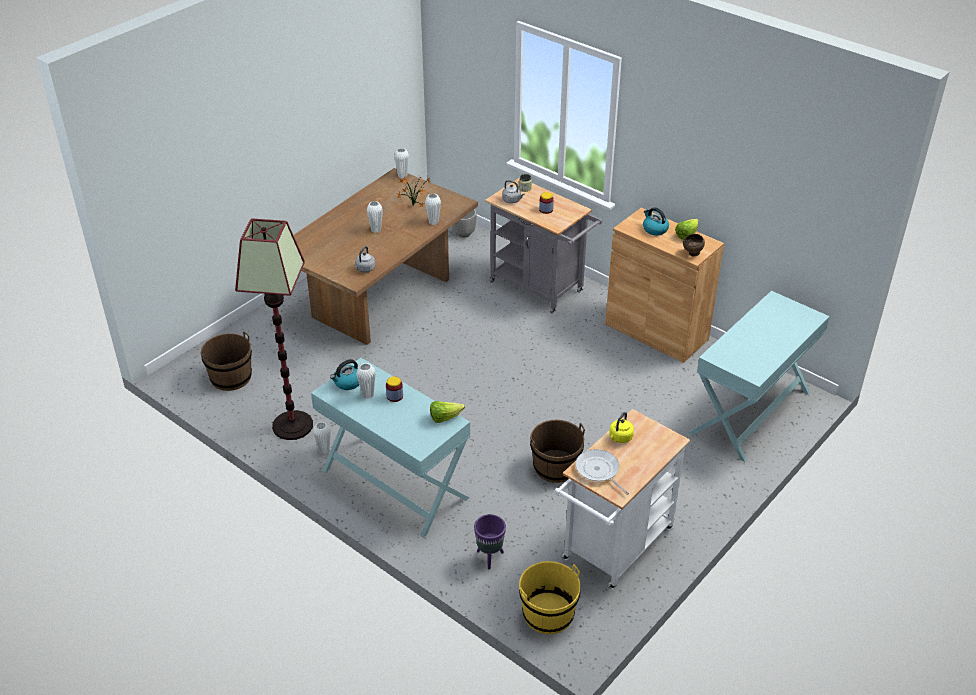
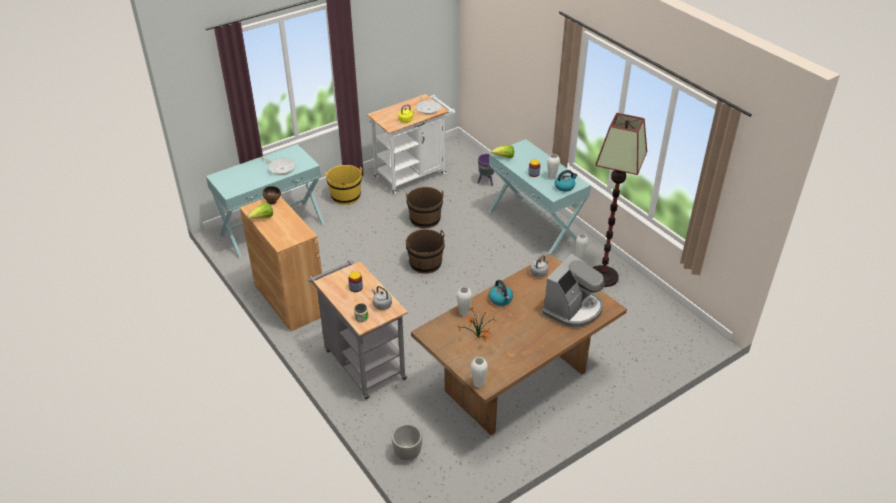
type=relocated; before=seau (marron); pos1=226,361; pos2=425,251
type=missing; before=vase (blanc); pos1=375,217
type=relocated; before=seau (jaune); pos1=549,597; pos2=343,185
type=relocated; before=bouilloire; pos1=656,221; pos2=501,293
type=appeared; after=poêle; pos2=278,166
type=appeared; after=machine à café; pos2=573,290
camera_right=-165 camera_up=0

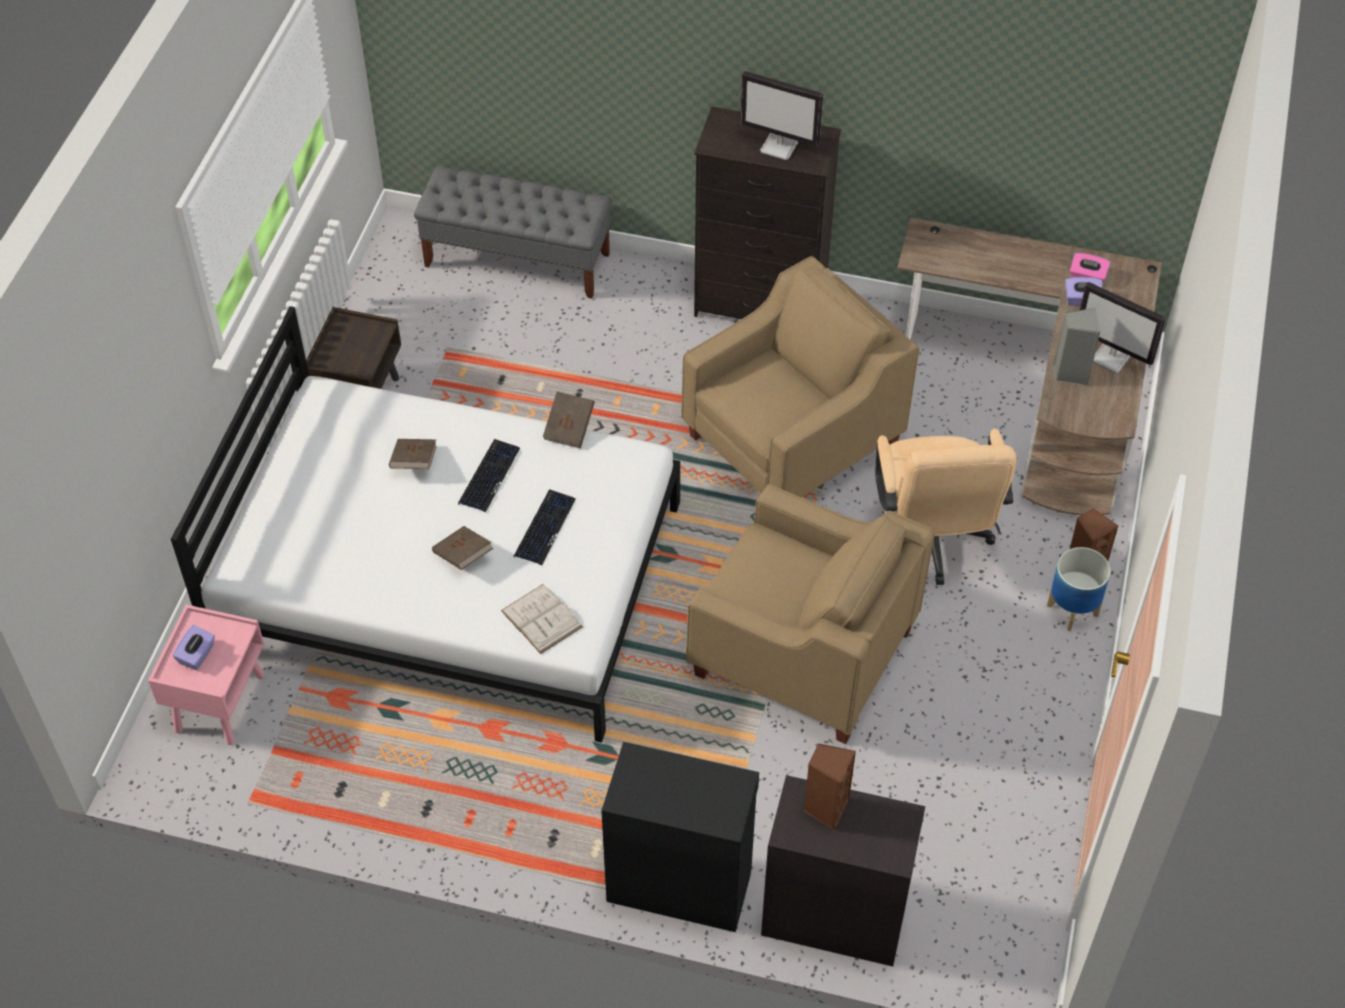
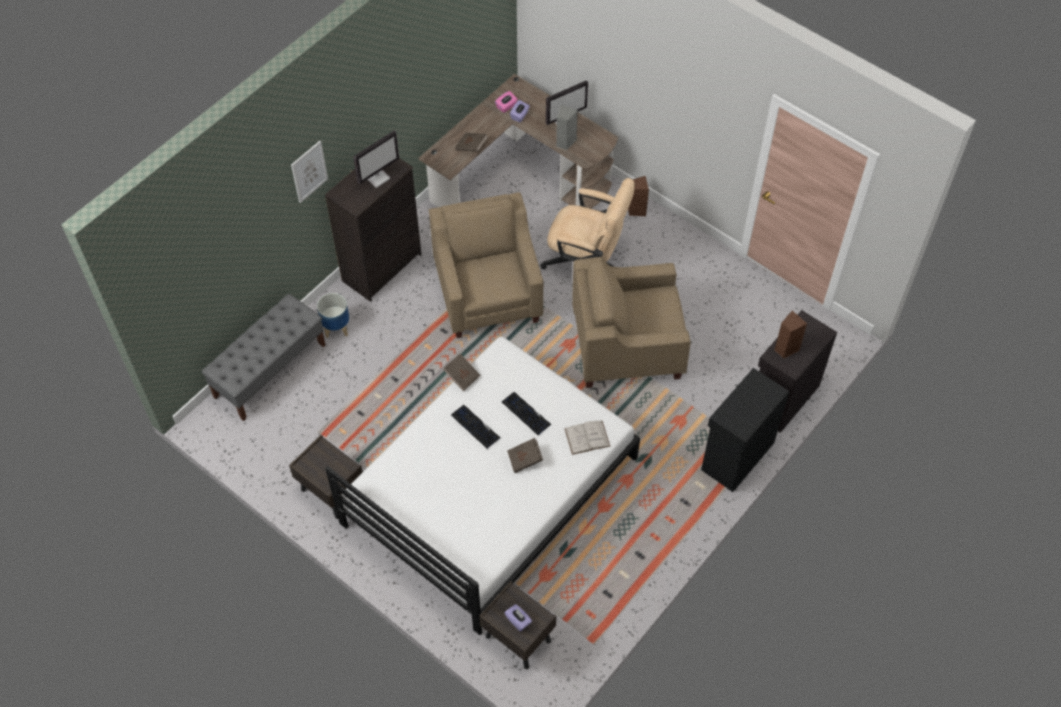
type=colour; before=table de chevet (rose); after=table de chevet (marron); pos1=206,675; pos2=518,625
type=relocated; before=livre (marron); pos1=413,454; pos2=471,142
type=spun; before=fauteuil (beige); pos1=810,614; pos2=631,322; turn=-150
type=relocated; before=cache-pot; pos1=1079,589; pos2=333,315
type=appeared; after=tableau; pos2=309,172
camera_right=-65 camera_up=5

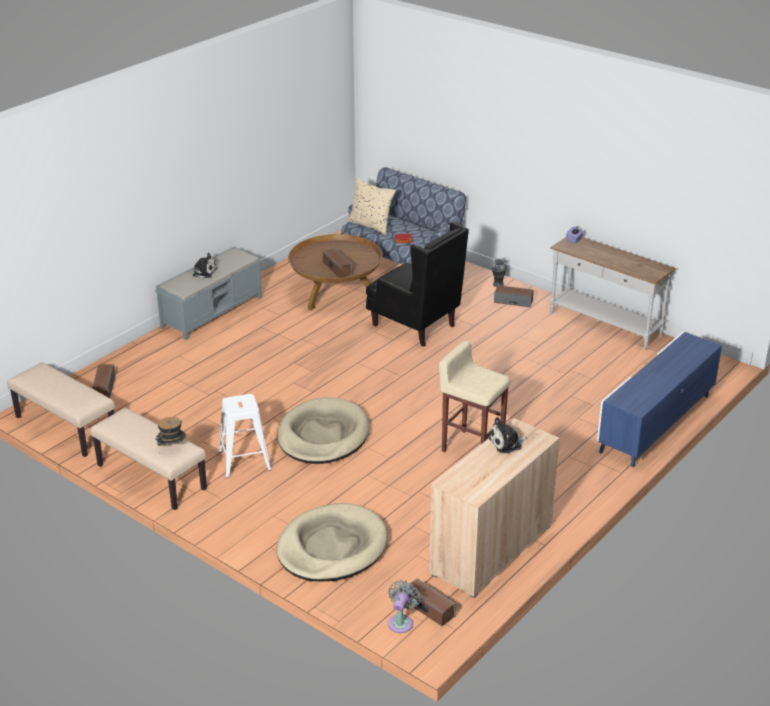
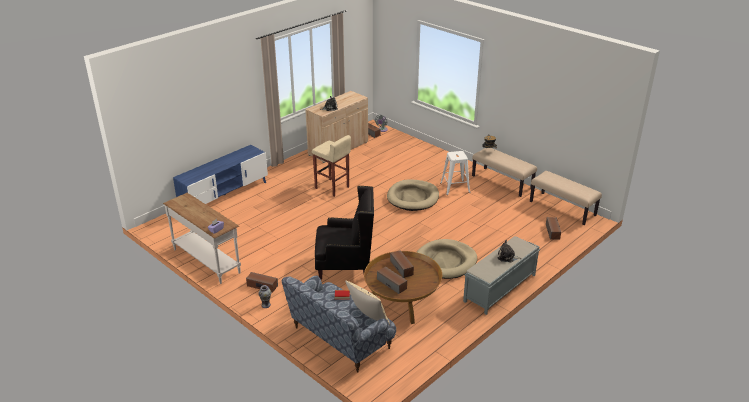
type=relocated; before=panier pour chien (beige); pos1=332,542; pos2=447,259
type=spun; before=fauteuil (noir); pos1=417,284; pos2=344,233; turn=135
type=appeared; after=enceinte; pos2=392,280
camera_right=-175 camera_up=0

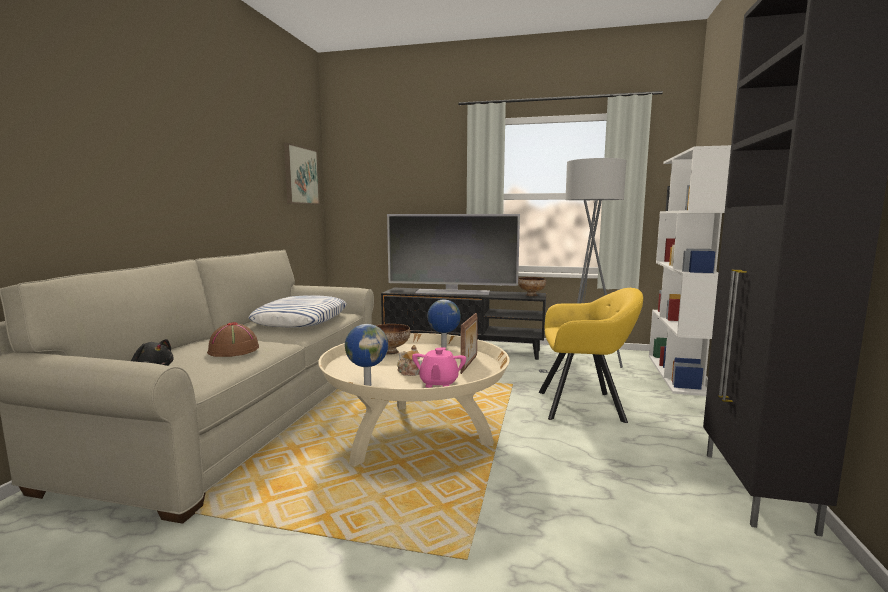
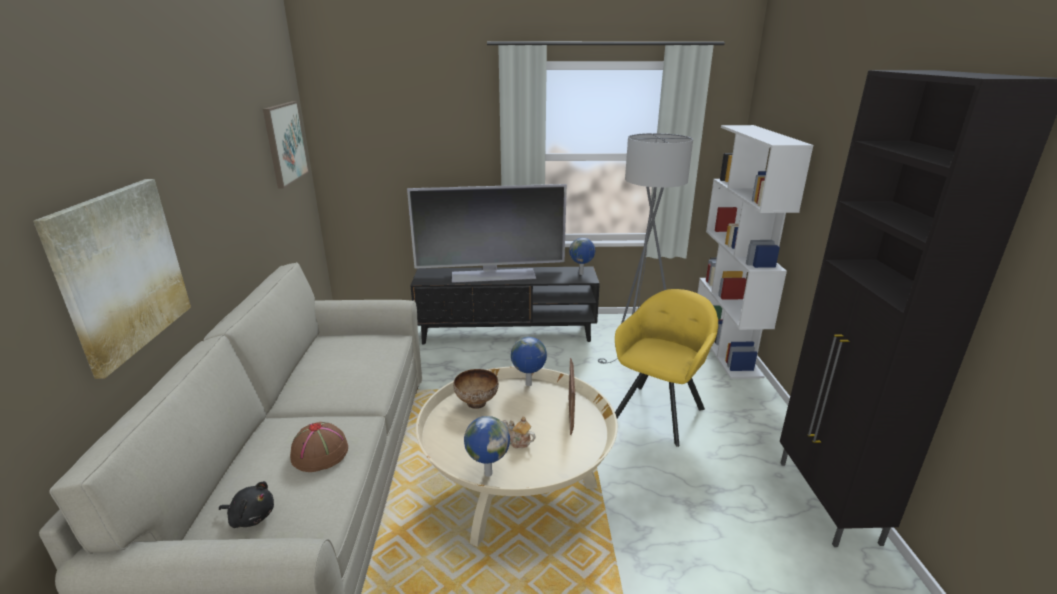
type=missing; before=coussin; pos1=298,311
type=missing; before=théière (rose); pos1=439,367
type=exchanged; before=bol; after=globe; pos1=532,286; pos2=582,256
type=spun; before=fauteuil (jaune); pos1=591,355; pos2=666,368; turn=-45
type=appeared; after=tableau; pos2=112,279
camera_right=-15 camera_up=15

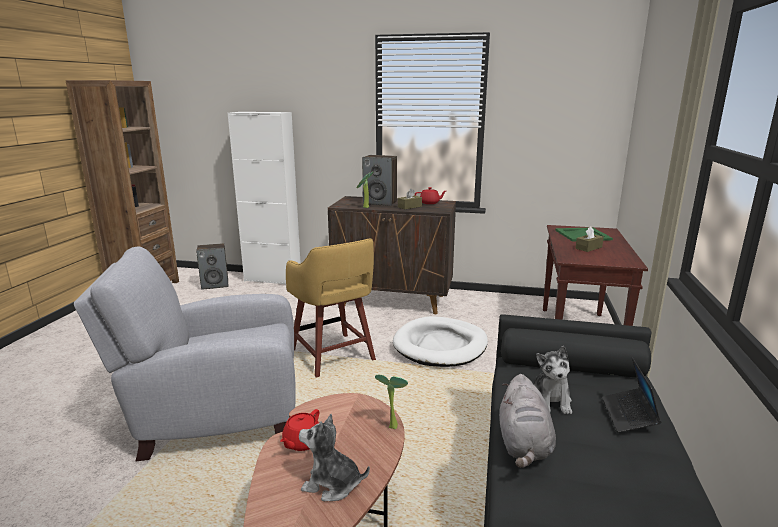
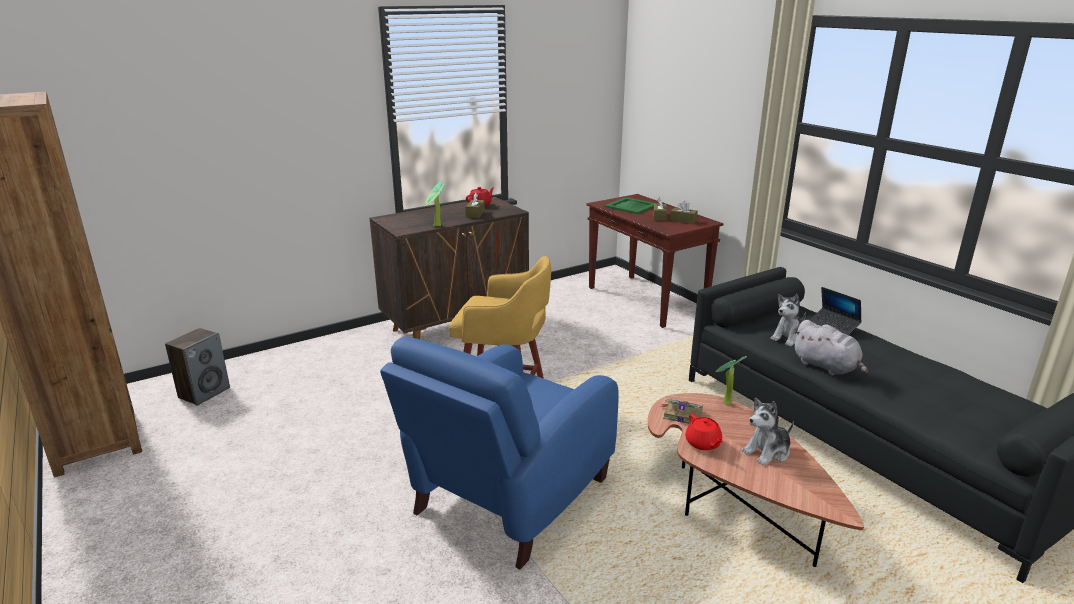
type=colour; before=fauteuil (gris); after=fauteuil (bleu); pos1=185,354; pos2=499,453
type=missing; before=meuble de rangement (blanc); pos1=264,198
type=missing; before=enceinte; pos1=379,180
type=missing; before=panier pour chien (blanc); pos1=440,341
type=spun; before=peluche; pos1=553,380; pos2=788,320; turn=90
type=appeared; after=livre; pos2=682,411
type=appeared; after=boîte à mouchoirs (marron); pos2=684,212
camera_right=-45 camera_up=5

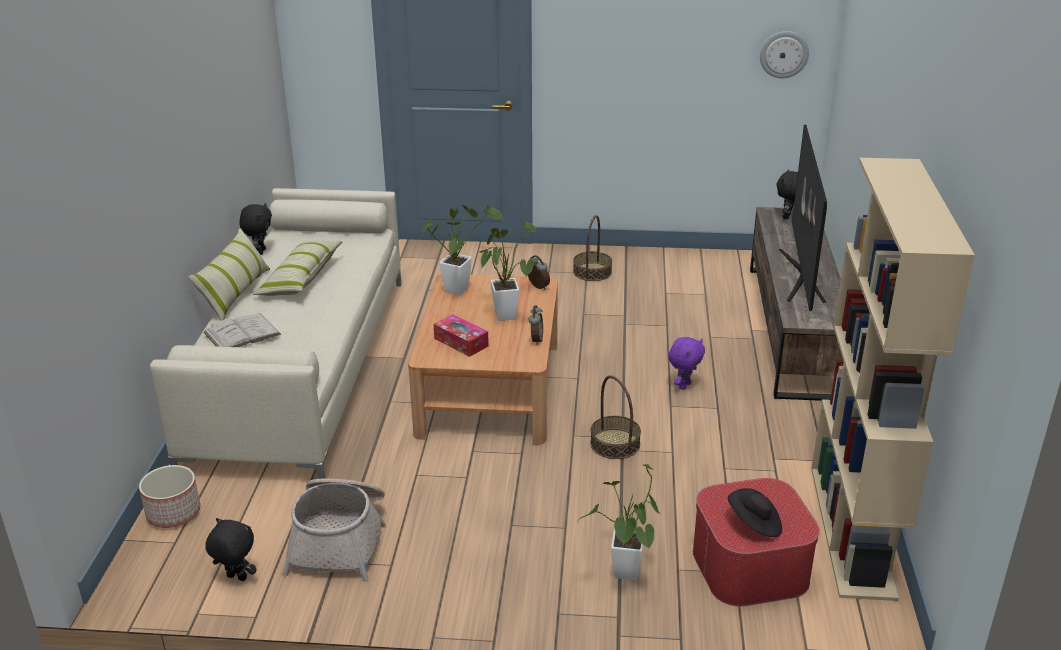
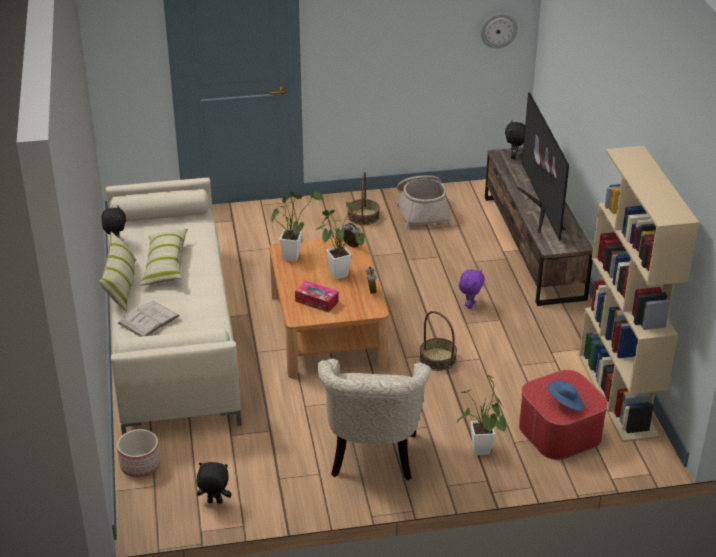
type=relocated; before=panier; pos1=334,529; pos2=424,202
type=colour; before=chapeau (noir); after=chapeau (bleu); pos1=755,512; pos2=565,395
type=appeared; after=fauteuil (beige); pos2=374,419
camera_right=-15 camera_up=5

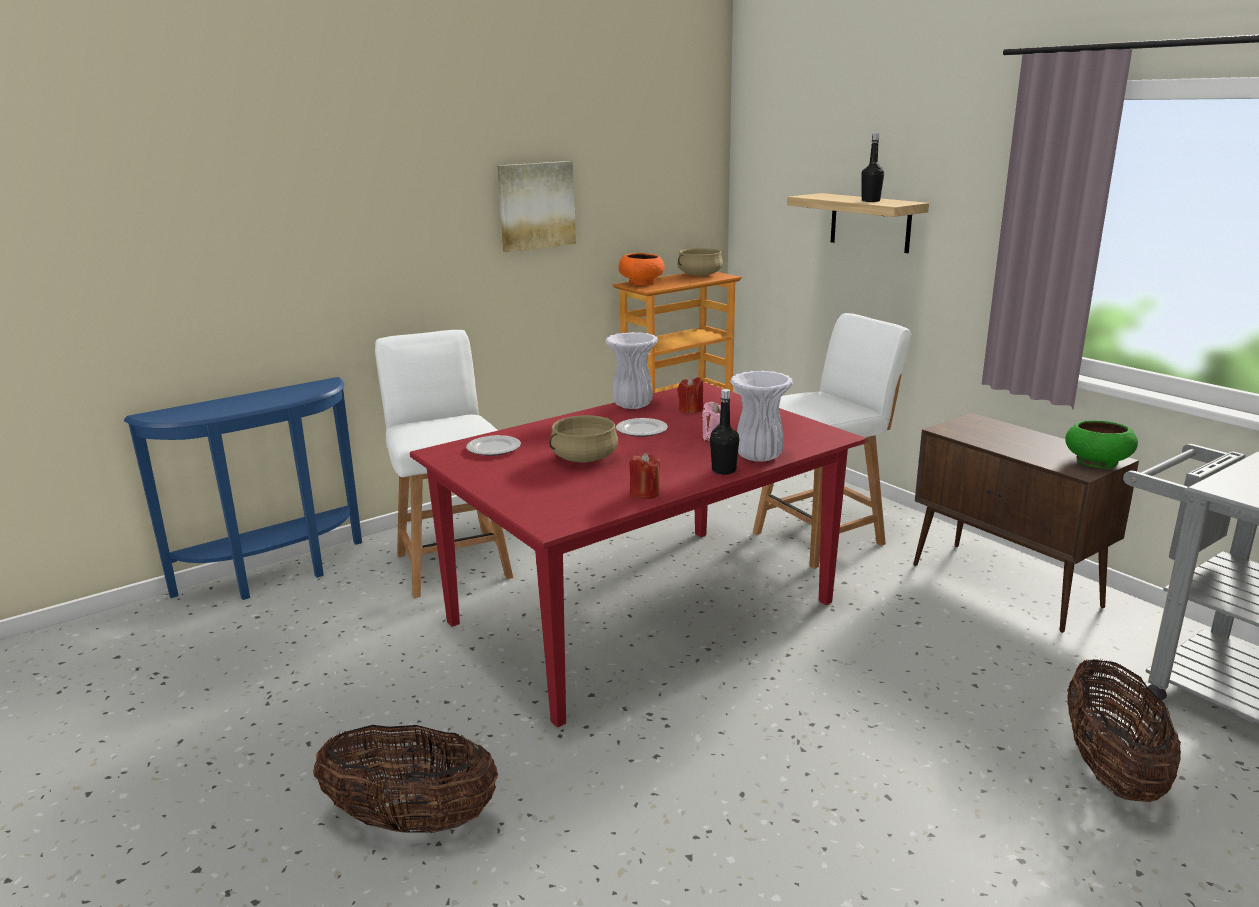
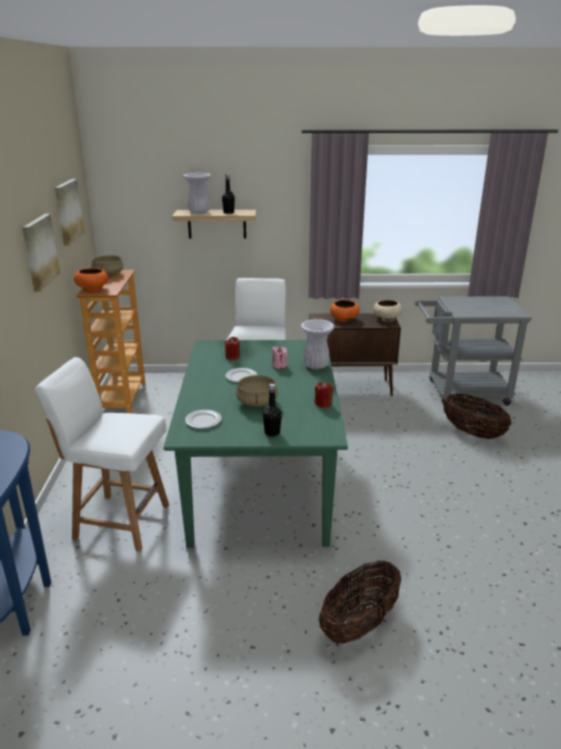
type=colour; before=table à manger (rouge); after=table à manger (vert); pos1=638,555; pos2=255,444
type=relocated; before=vase (blanc); pos1=631,370; pos2=197,193
type=relocated; before=bouteille (noir); pos1=724,432; pos2=272,409
type=colour; before=bol (vert); after=bol (beige); pos1=1101,444; pos2=387,311
type=appeared; after=tableau; pos2=70,212
type=appeared; after=bol (orange); pos2=345,311
camera_right=-55 camera_up=5

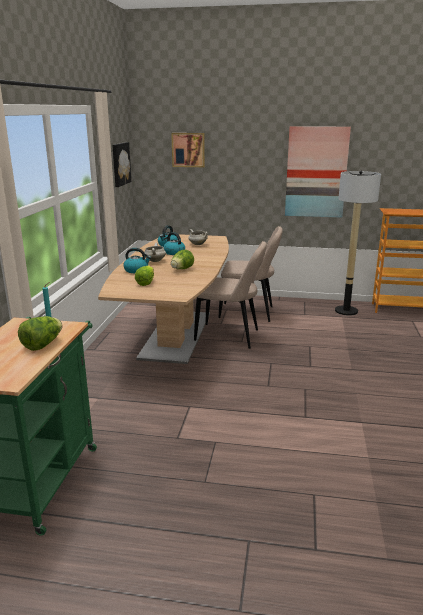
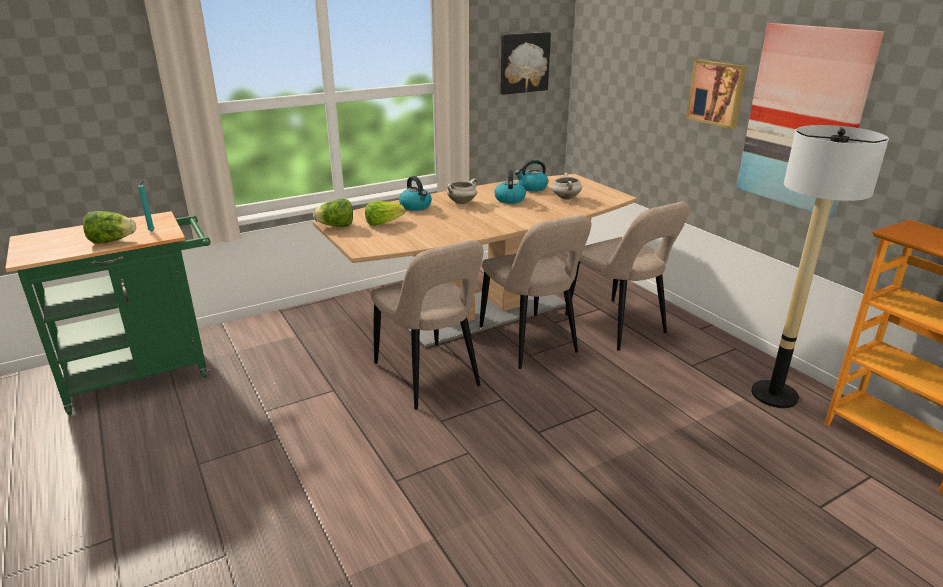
type=relocated; before=tableau; pos1=188,150; pos2=716,94
type=relocated; before=laitue; pos1=182,259; pos2=333,213
type=appeared; after=chaise (beige); pos2=427,325
camera_right=50 camera_up=5

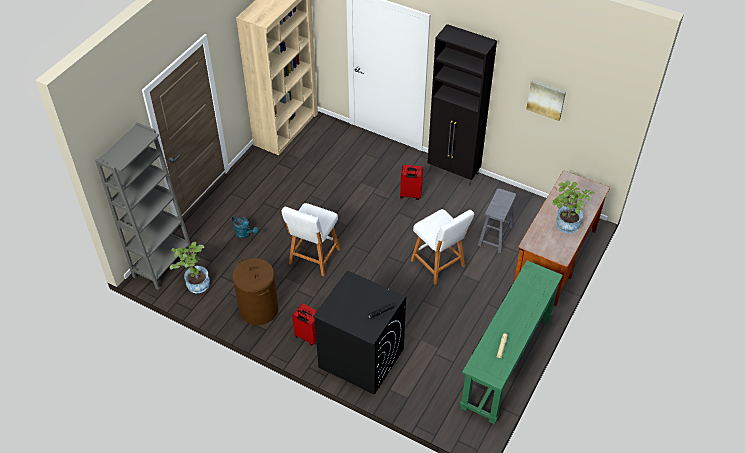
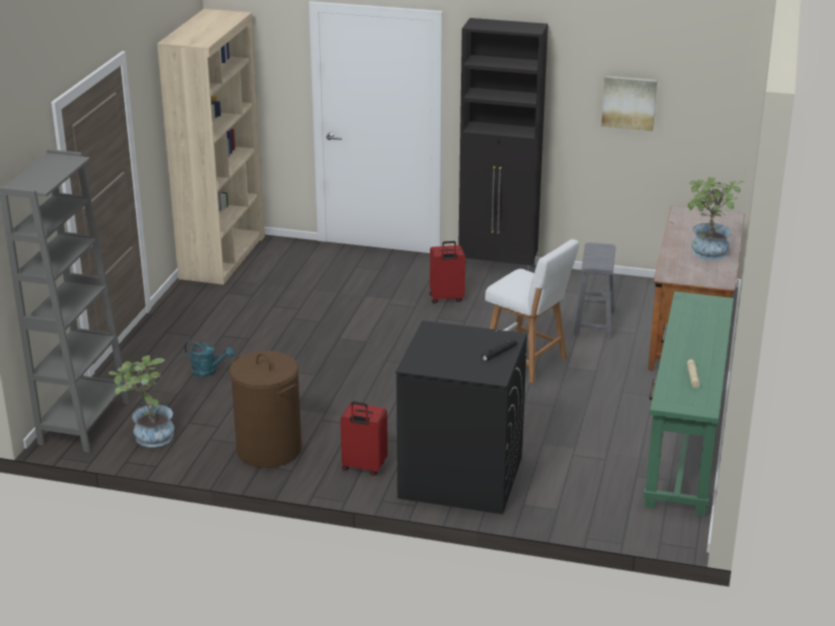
type=missing; before=tabouret (blanc); pos1=310,239
camera_right=-15 camera_up=-20

